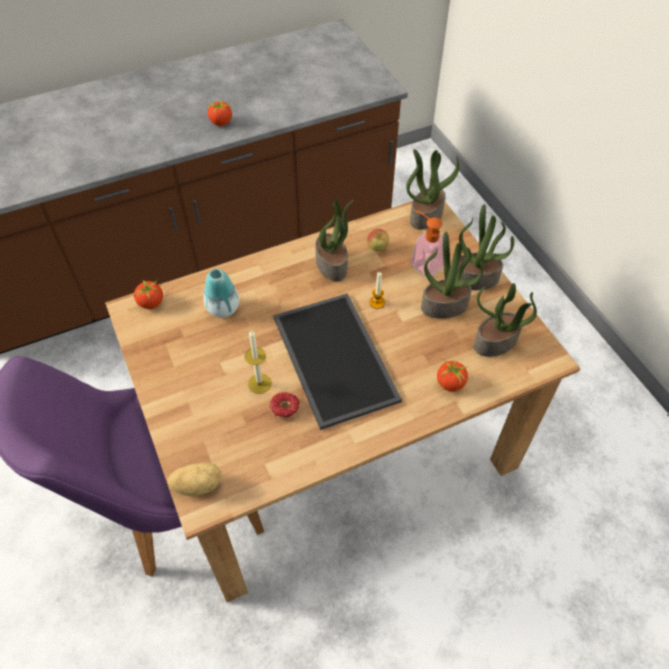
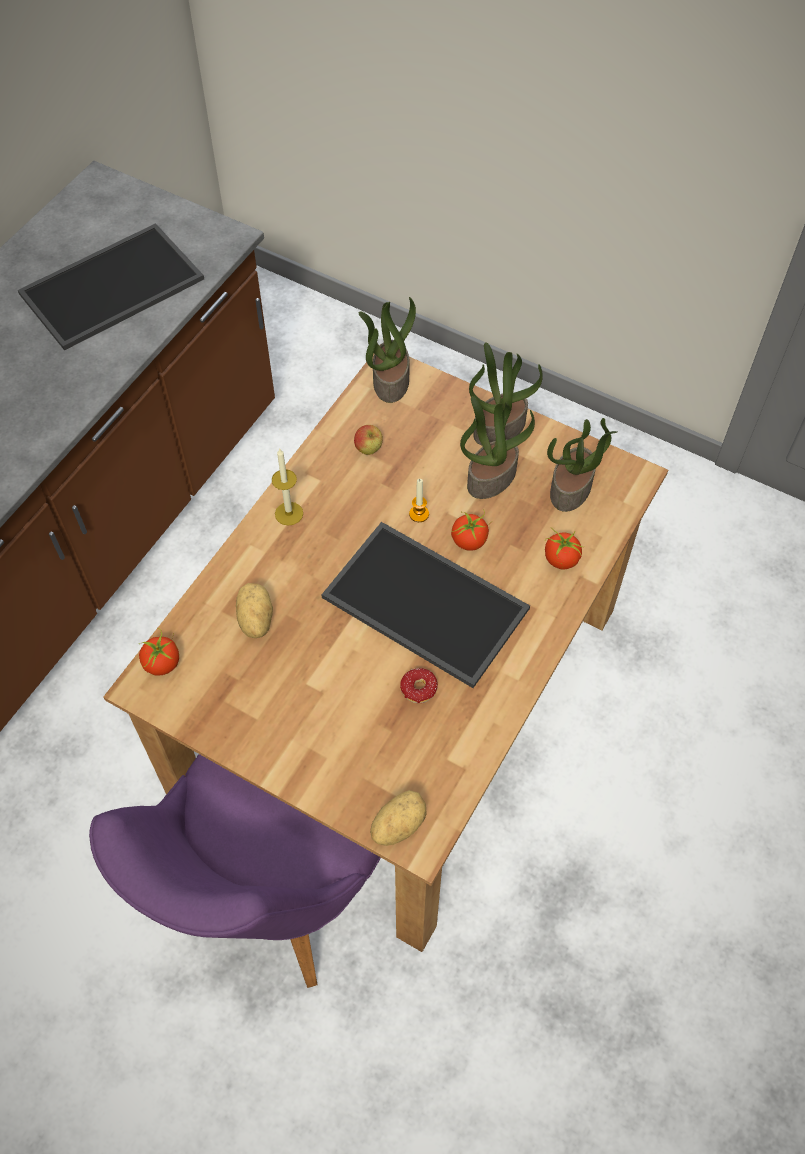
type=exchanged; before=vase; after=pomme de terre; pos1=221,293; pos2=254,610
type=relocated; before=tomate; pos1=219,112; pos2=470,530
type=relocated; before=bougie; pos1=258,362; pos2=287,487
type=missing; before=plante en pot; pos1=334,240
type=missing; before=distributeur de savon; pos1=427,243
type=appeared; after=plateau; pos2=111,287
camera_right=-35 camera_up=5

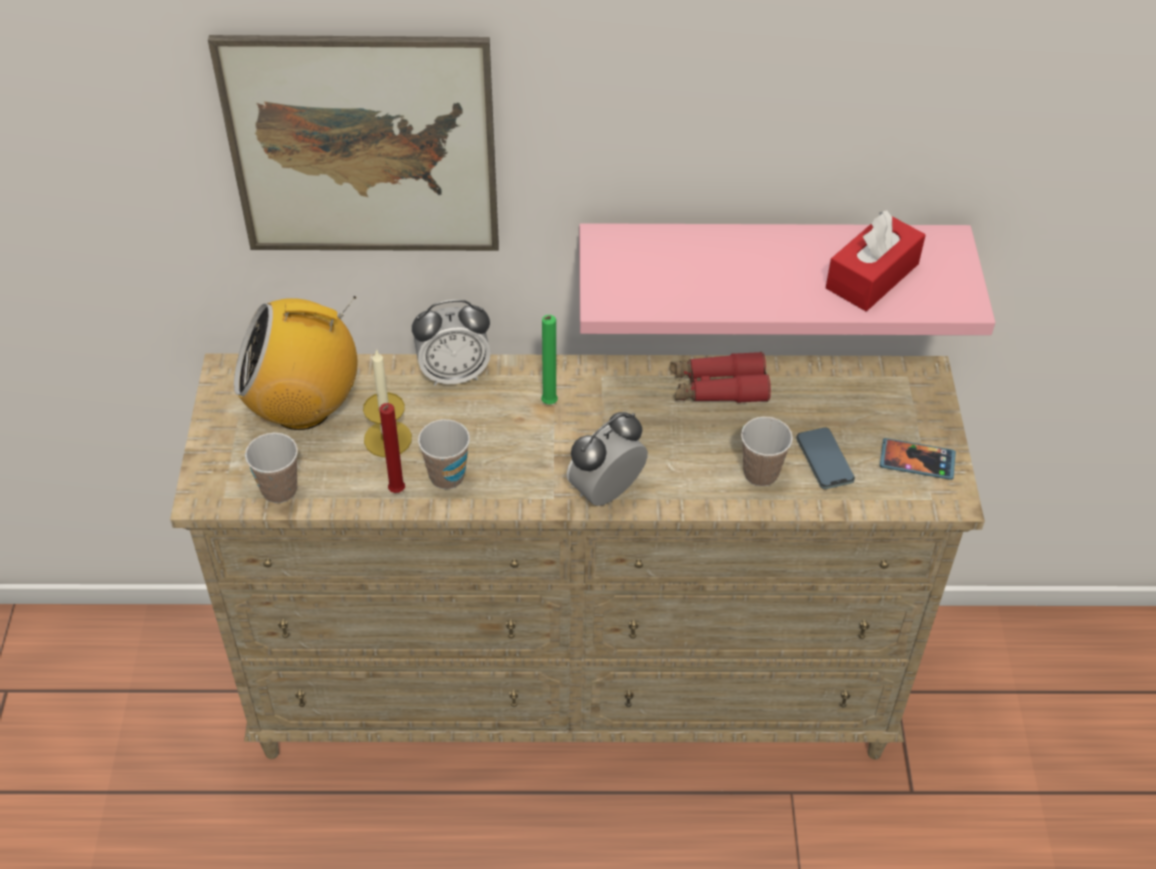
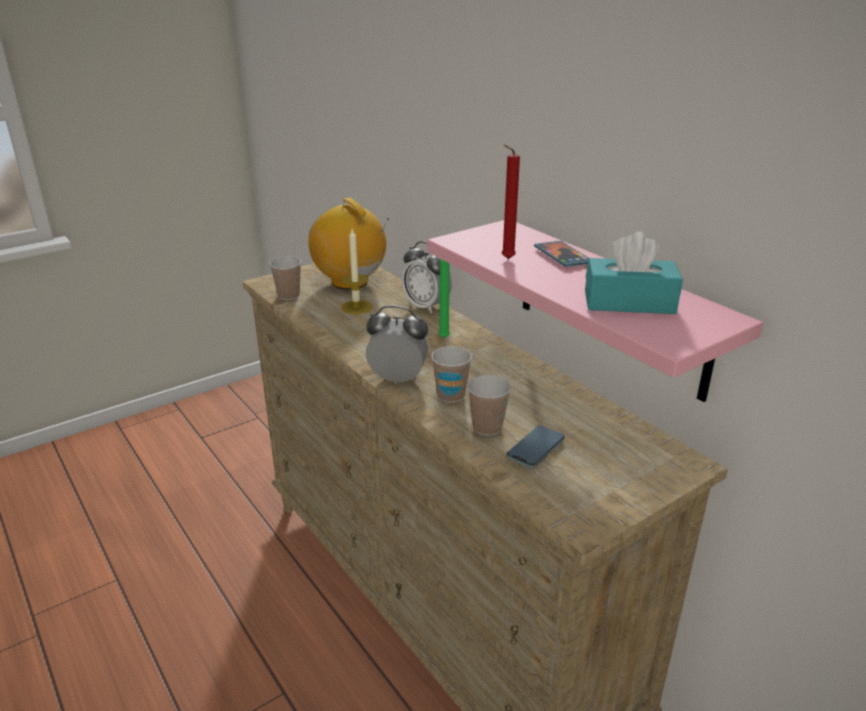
type=missing; before=tableau; pos1=353,143
type=relocated; before=bougie (rouge); pos1=392,448; pos2=511,202
type=relocated; before=tasse; pos1=444,454; pos2=451,374
type=missing; before=jumelles (rouge); pos1=720,377
type=colour; before=boîte à mouchoirs (rouge); after=boîte à mouchoirs (turquoise); pos1=876,260; pos2=634,273
type=relocated; before=téléphone; pos1=918,459; pos2=561,254
camera_right=55 camera_up=-20

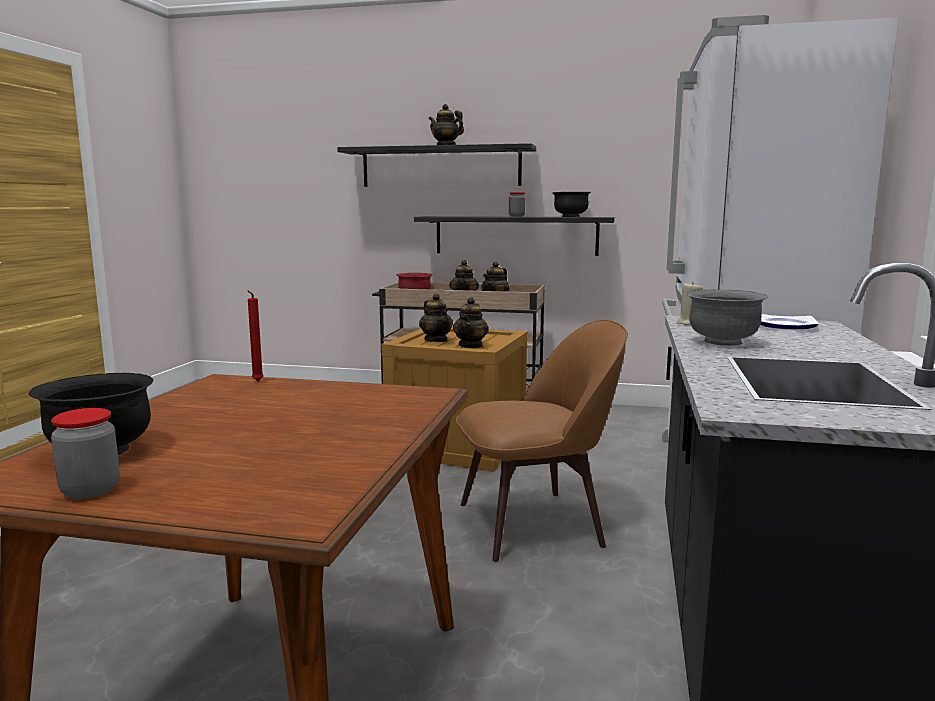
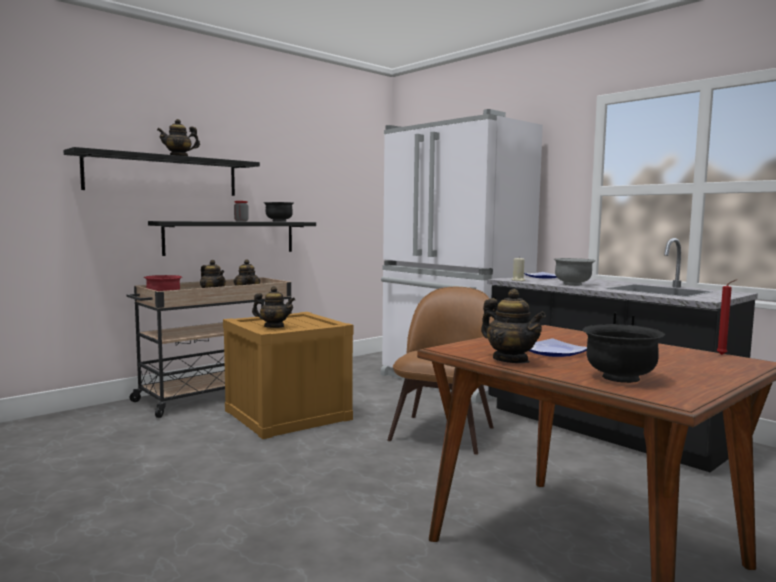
type=missing; before=bocal; pos1=85,453
type=relocated; before=bougie (rouge); pos1=255,335; pos2=727,317
type=relocated; before=théière; pos1=471,322; pos2=513,326
type=appeared; after=assiette; pos2=558,347
camera_right=-55 camera_up=-5

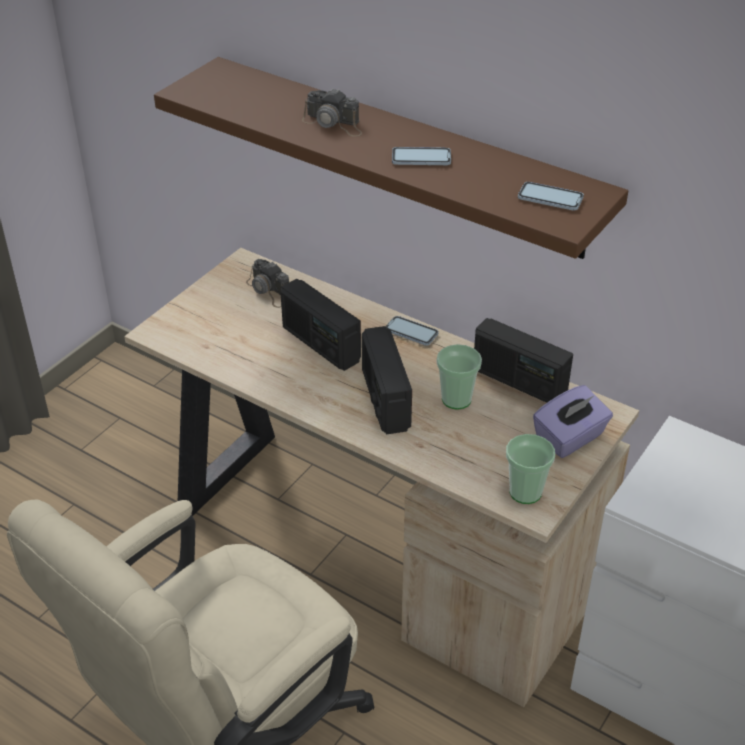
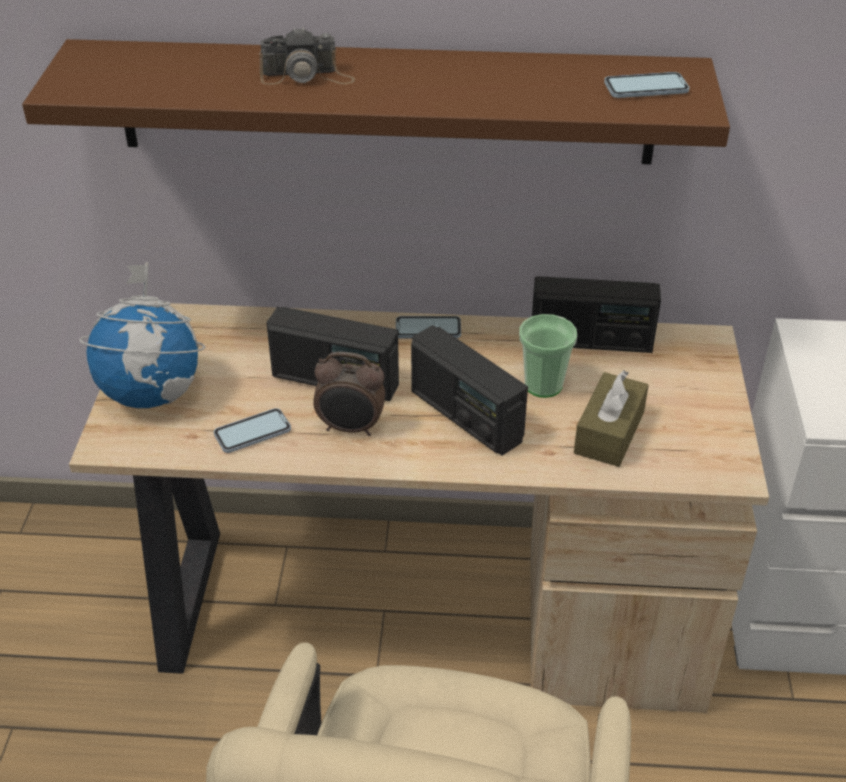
type=missing; before=appareil photo; pos1=267,283
type=relocated; before=téléphone; pos1=421,156; pos2=252,430
type=missing; before=tasse; pos1=530,469
type=missing; before=boîte à mouchoirs (violet); pos1=573,421
type=appeared; after=globe; pos2=142,335
type=appeared; after=réveil; pos2=349,394
type=appeared; after=boîte à mouchoirs (marron); pos2=611,418
camera_right=-30 camera_up=0

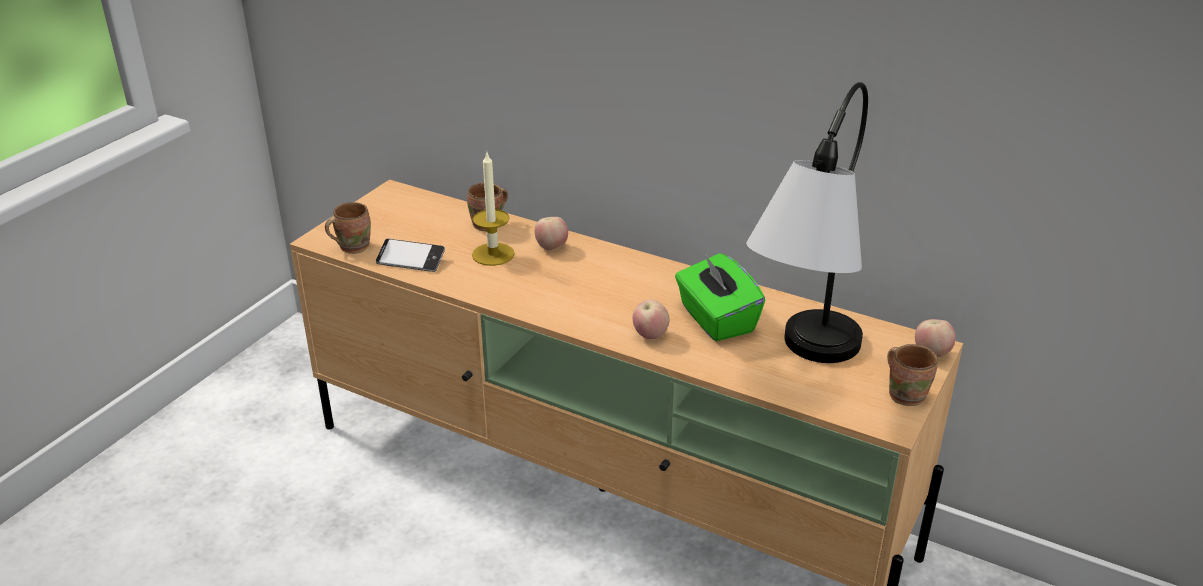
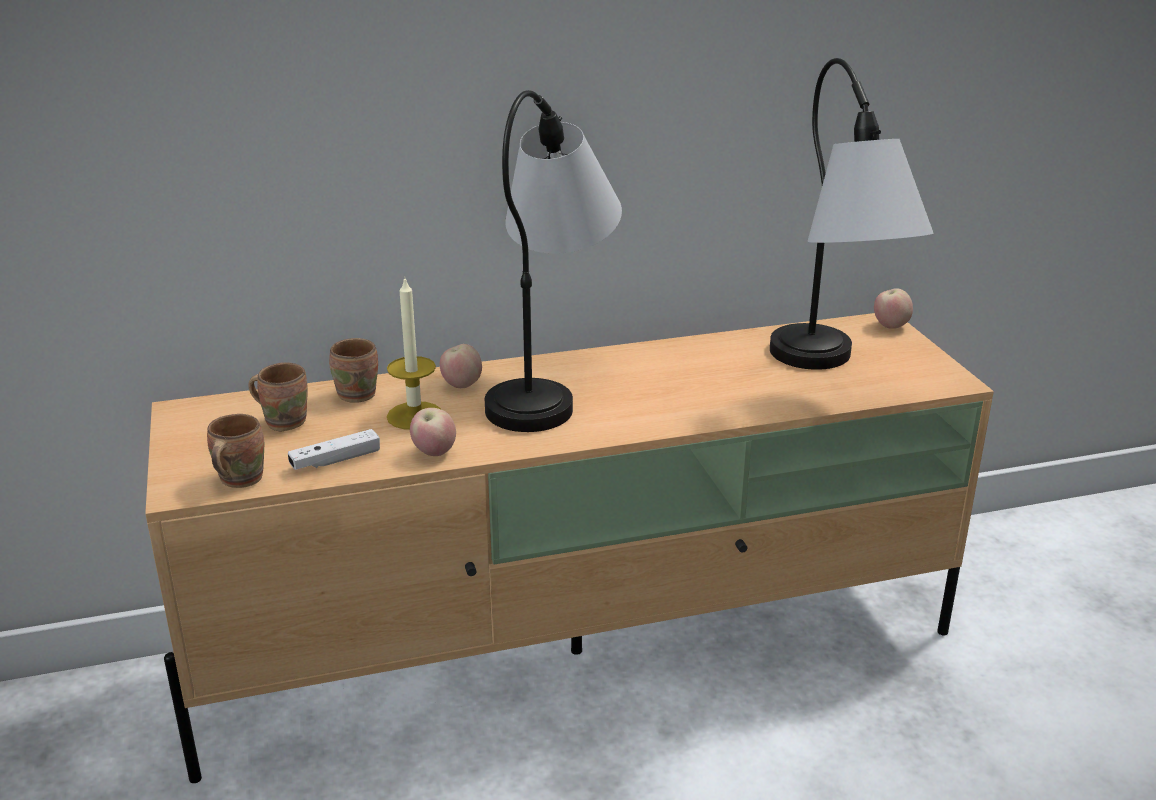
type=exchanged; before=téléphone; after=manette (blanc); pos1=410,255; pos2=334,449
type=relocated; before=pomme; pos1=651,319; pos2=433,432
type=missing; before=boîte à mouchoirs (vert); pos1=720,297
type=relocated; before=mug (marron); pos1=912,375; pos2=278,396
type=appeared; after=lampe de table; pos2=553,261
camera_right=-45 camera_up=-5

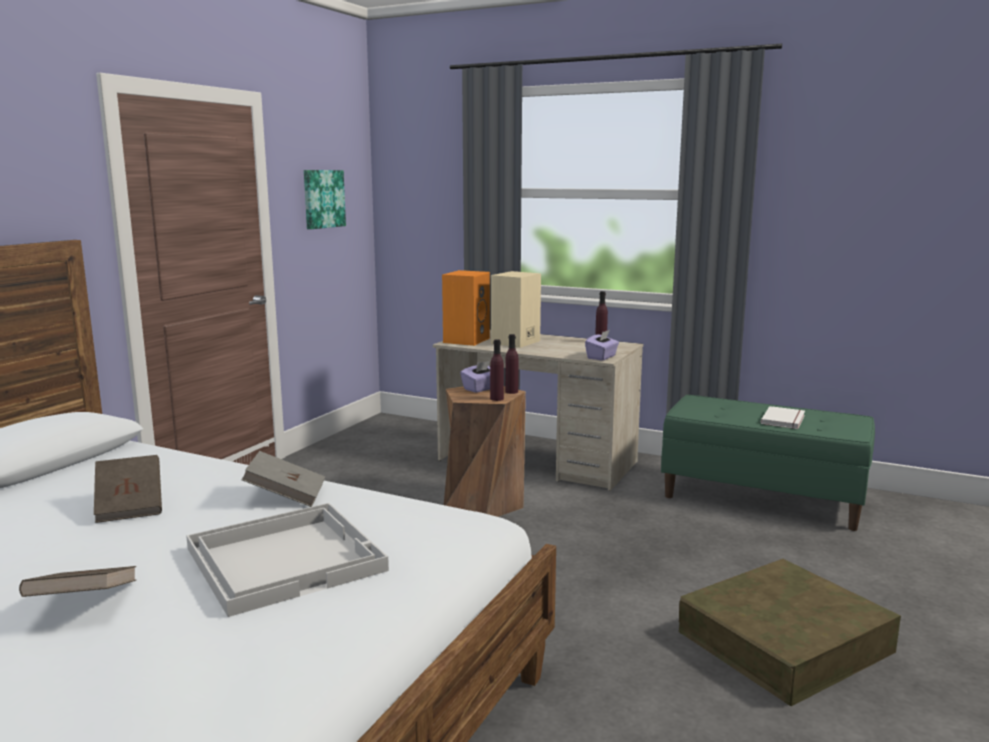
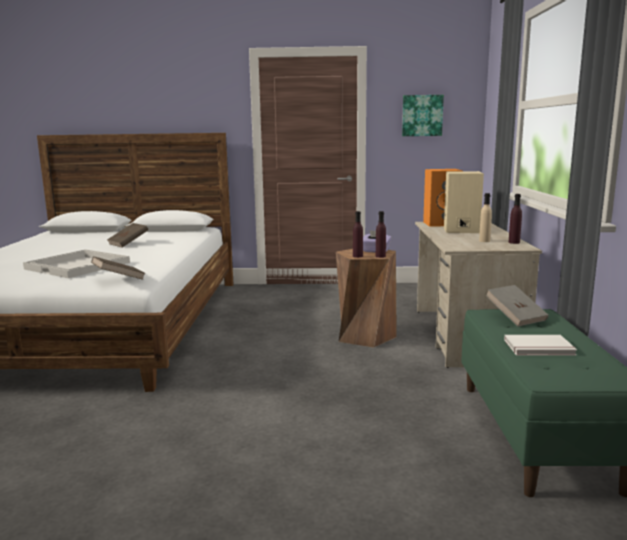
type=relocated; before=livre (marron); pos1=77,581; pos2=118,268
type=relocated; before=livre (gris); pos1=283,479; pos2=517,306
type=missing; before=boîte à mouchoirs (violet); pos1=602,345
type=missing; before=boîte de rangement (marron); pos1=790,632
type=appeared; after=bouteille (beige); pos2=485,217
camera_right=65 camera_up=0

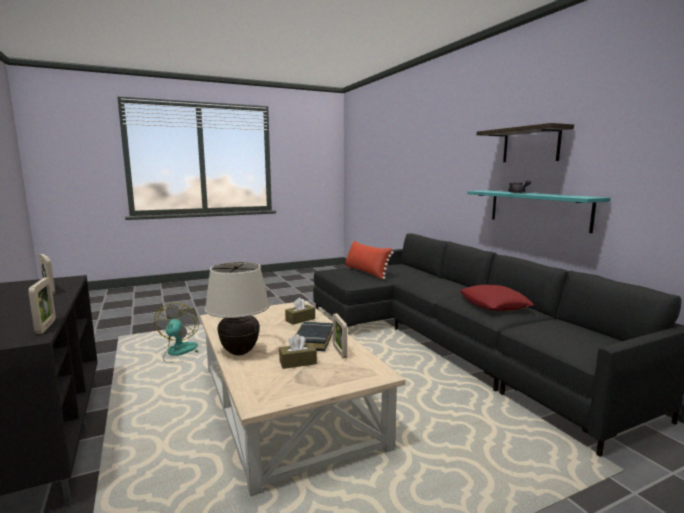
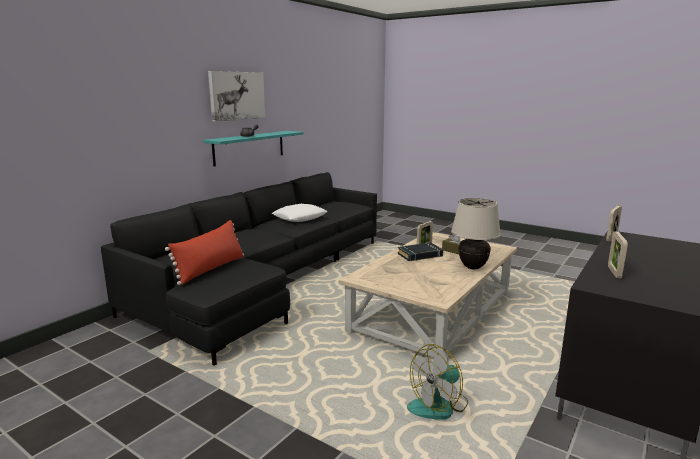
type=missing; before=boîte à mouchoirs (marron); pos1=300,311
type=colour; before=coussin (rouge); after=coussin (blanc); pos1=497,298; pos2=300,213
type=exchanged; before=étagère; after=tableau; pos1=525,142; pos2=236,96
camera_right=-120 camera_up=5

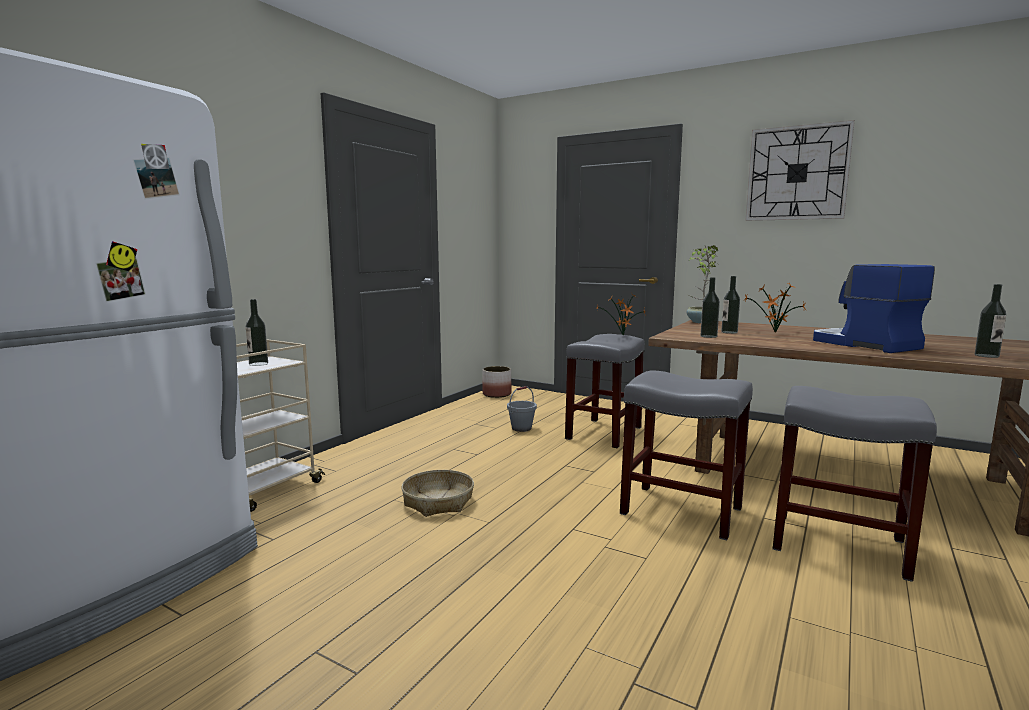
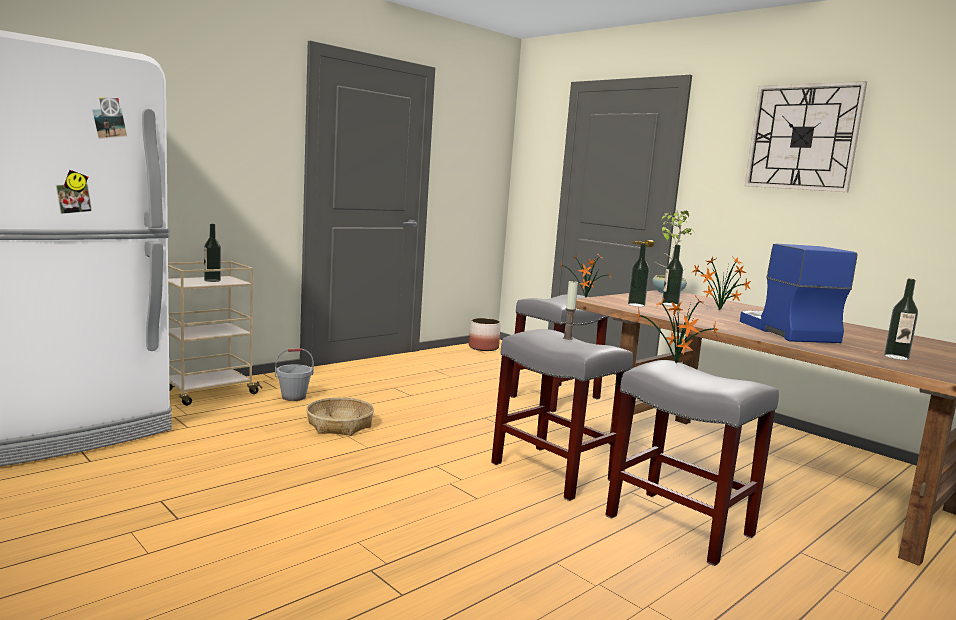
type=relocated; before=seau (gris); pos1=522,409; pos2=294,374
type=appeared; after=bougie; pos2=570,310
type=appeared; after=plante en pot; pos2=677,329
camera_right=15 camera_up=0

